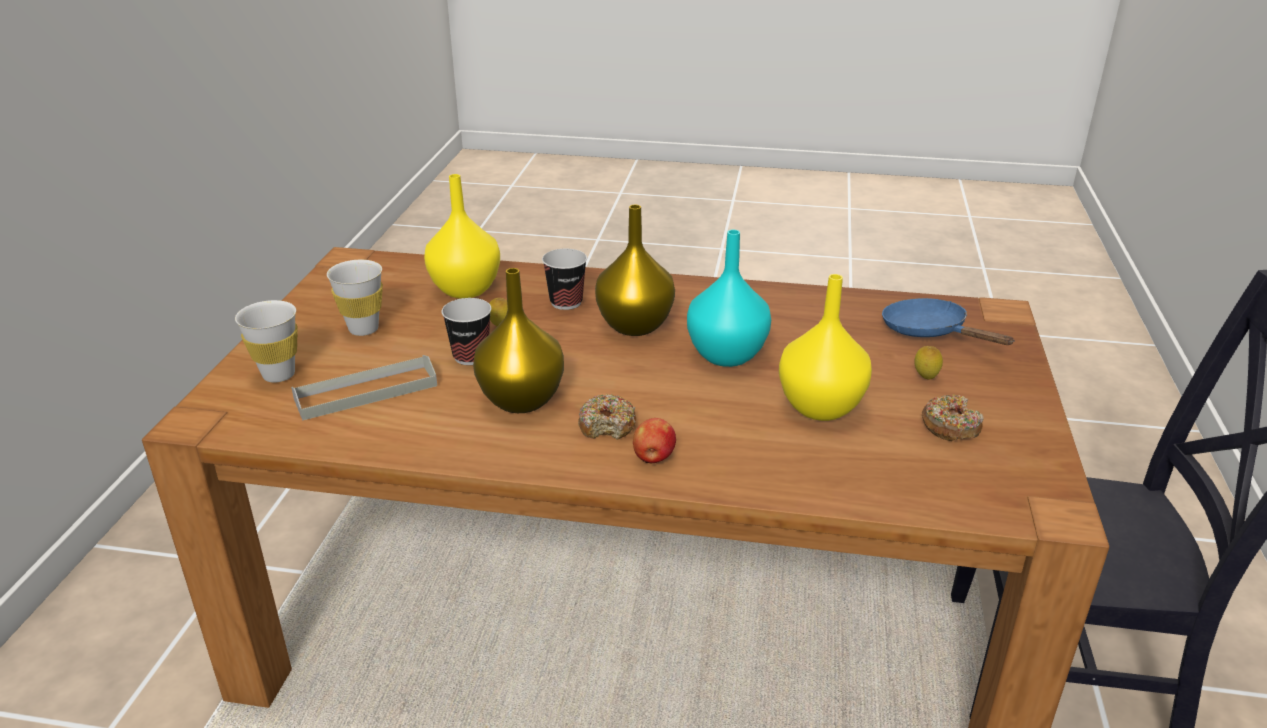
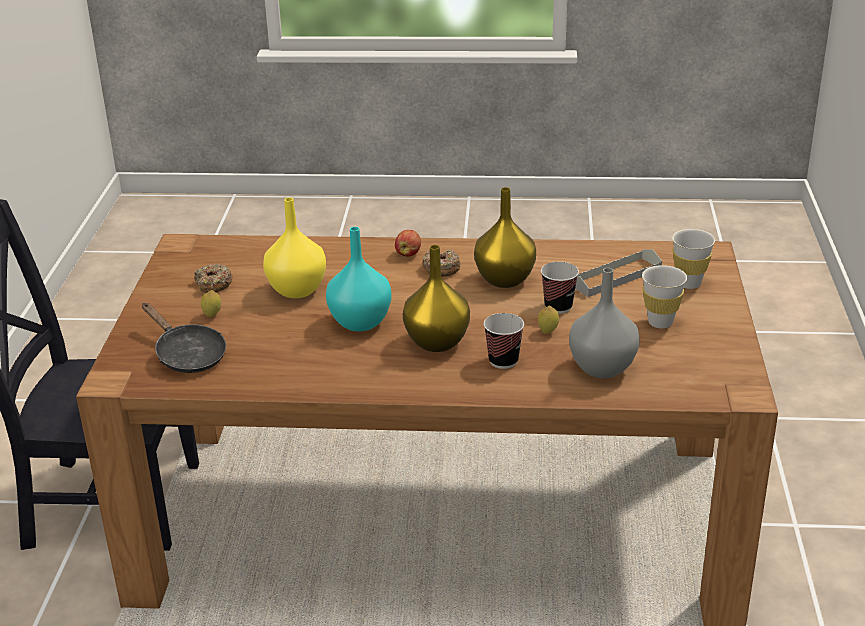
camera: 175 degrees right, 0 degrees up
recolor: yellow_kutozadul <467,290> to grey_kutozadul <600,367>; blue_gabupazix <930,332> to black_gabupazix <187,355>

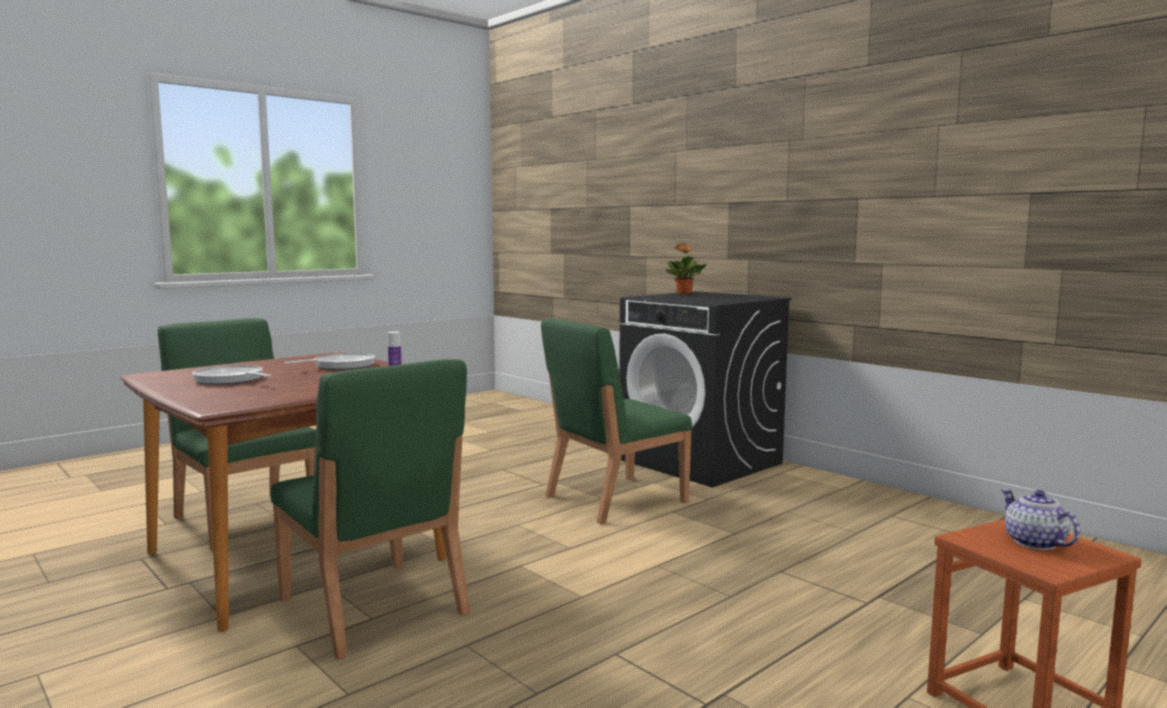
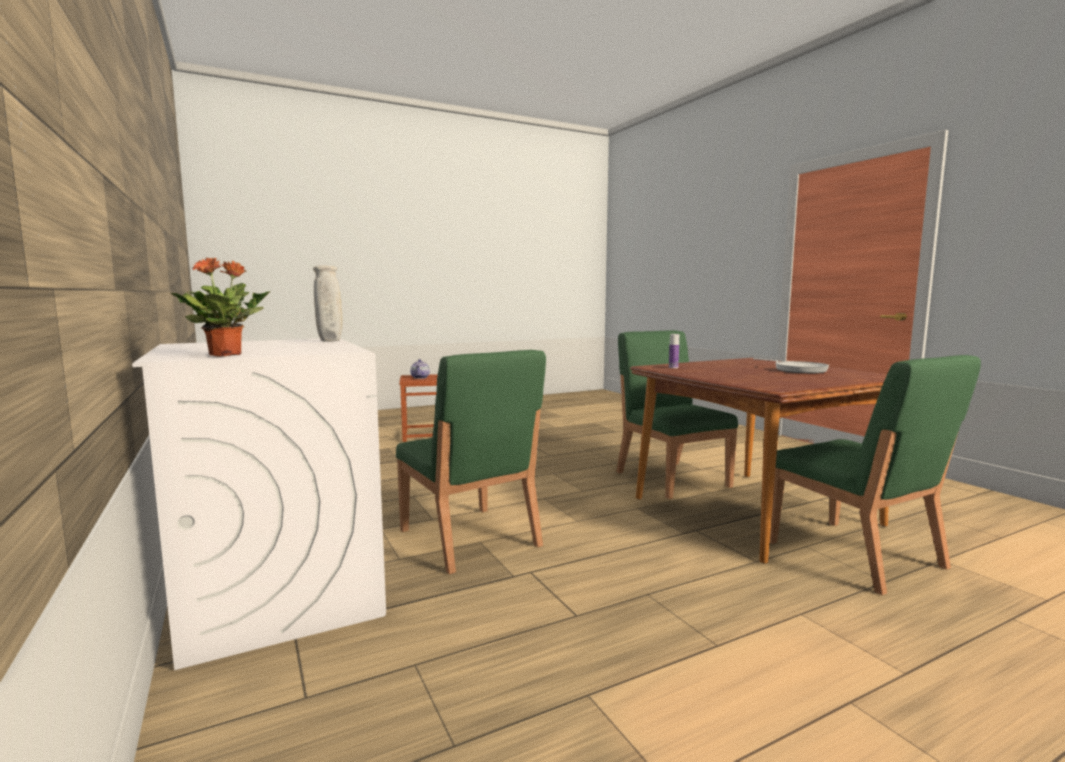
camera: 165 degrees left, 0 degrees up
delete: gabupazix <340,366>
insert: beige_kutozadul <330,341>
recolor: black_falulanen <701,461> to white_falulanen <279,593>
rotate: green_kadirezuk <614,499> = <469,539> 75 degrees clockwise

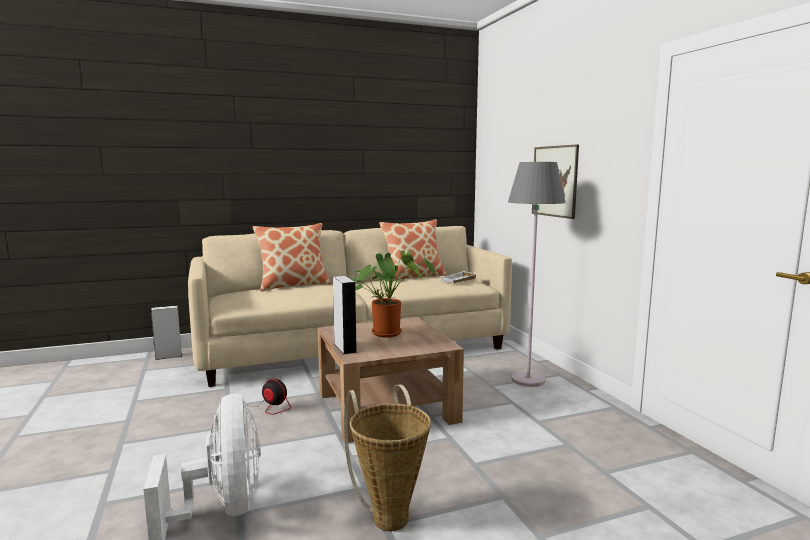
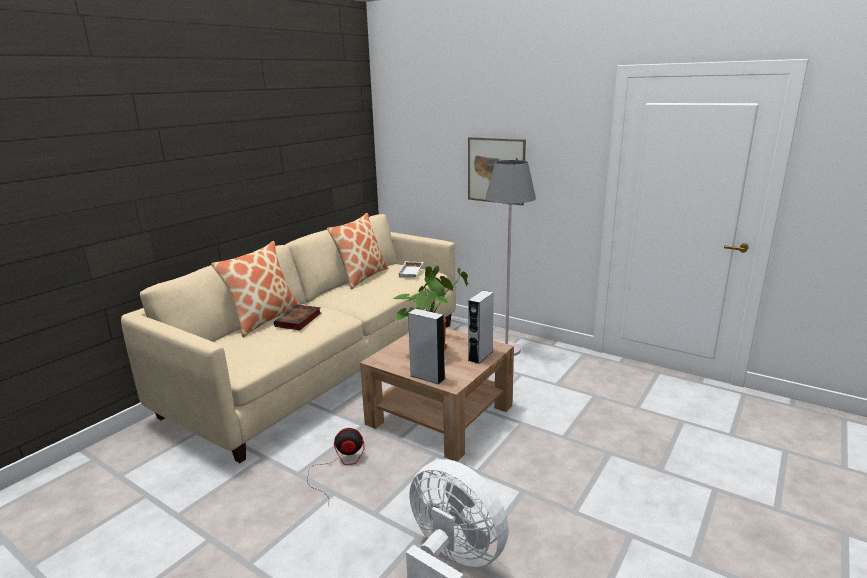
camera: 35 degrees left, 10 degrees up
delete: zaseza <388,514>
insert: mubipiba <298,320>
move: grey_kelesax <168,356> to <480,356>

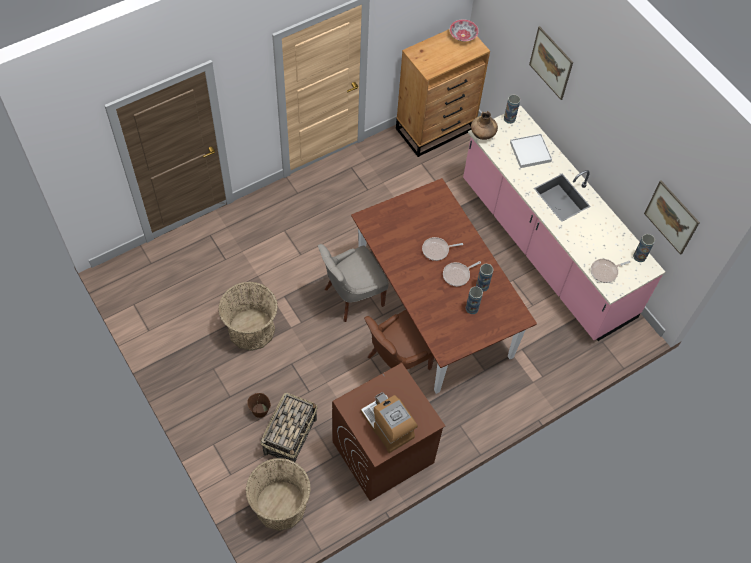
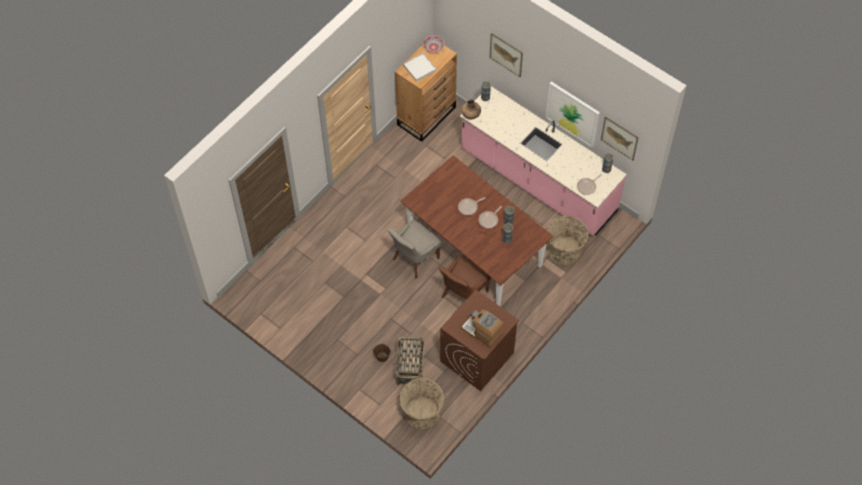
camera: 15 degrees left, 0 degrees up
insert: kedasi <572,114>
move: zaseza <251,329> to <564,251>; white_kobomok <530,152> to <419,68>

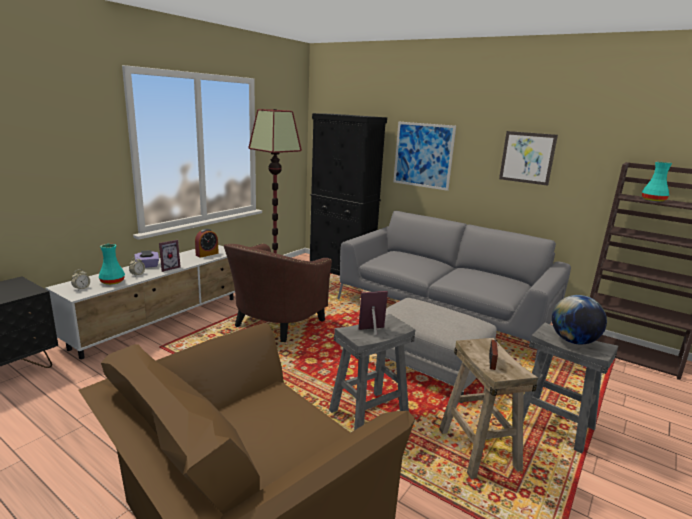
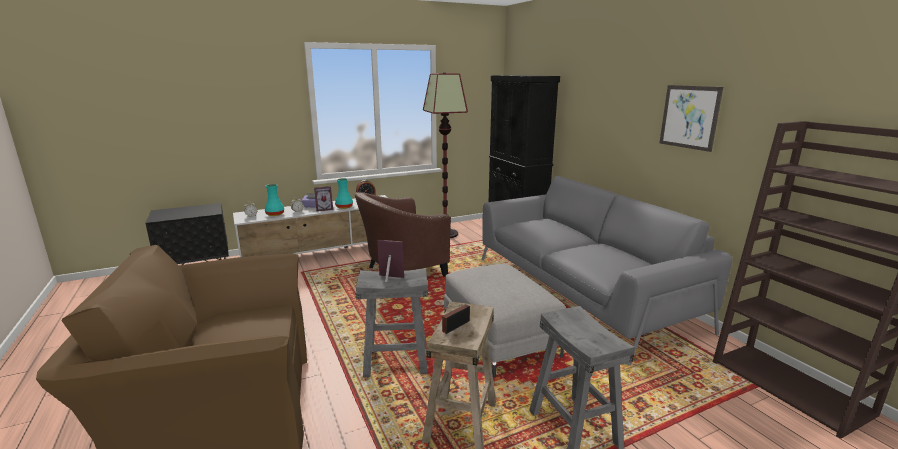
camera: 30 degrees right, 0 degrees up
delete: kedasi <423,155>; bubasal <573,341>
move: turquoise_kutozadul <652,200> to <344,207>

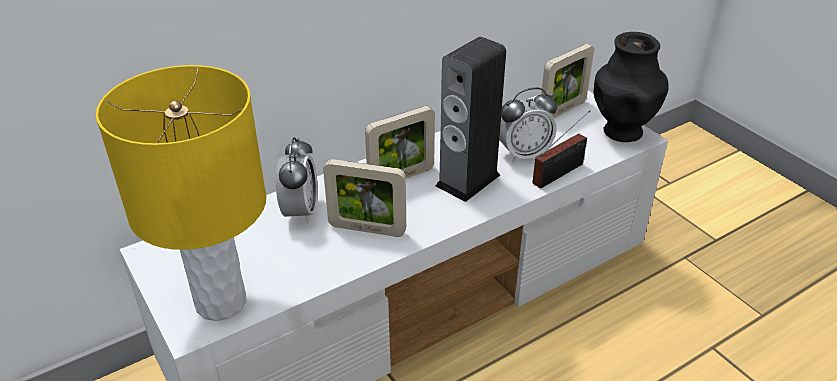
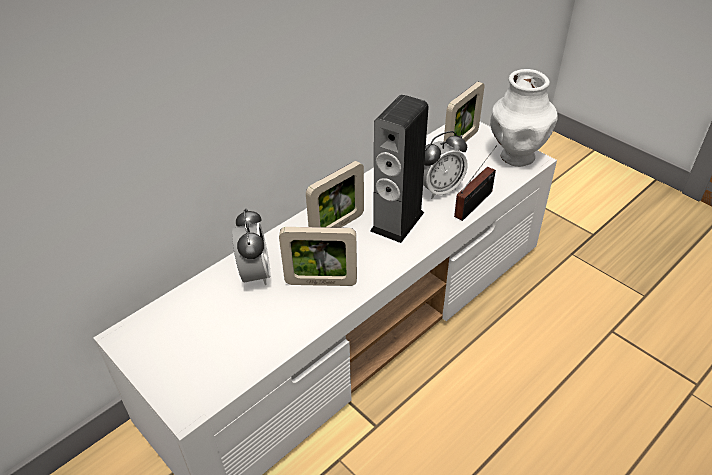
camera: 10 degrees left, 5 degrees up
delete: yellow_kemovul <220,302>
recolor: black_kutozadul <621,132> to white_kutozadul <516,157>

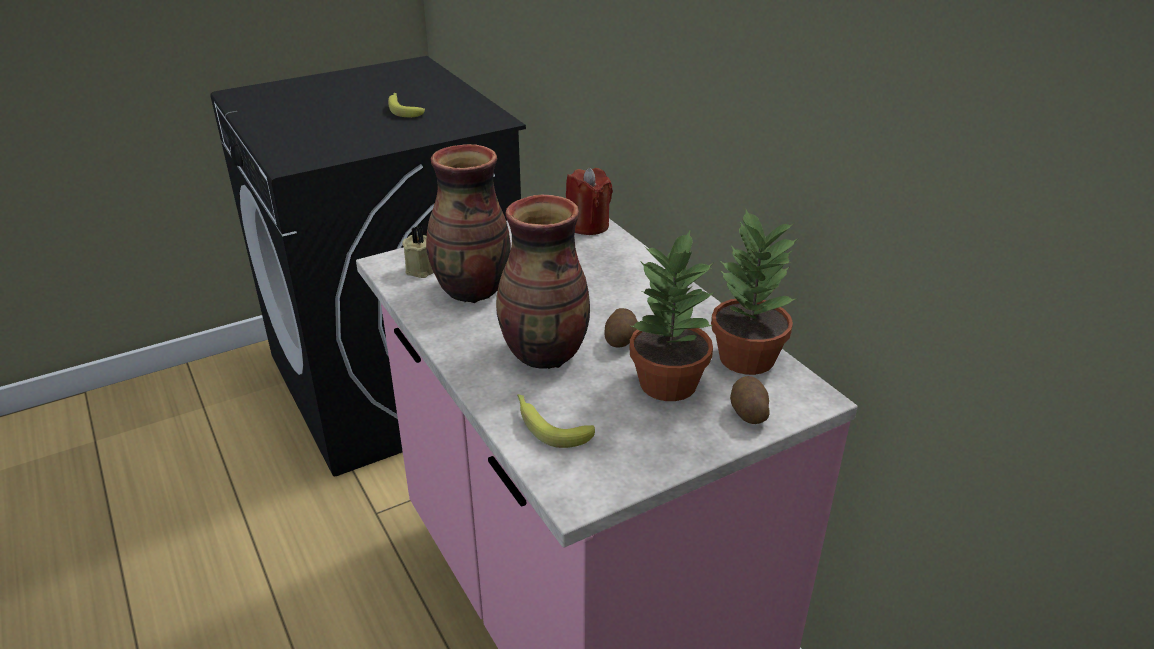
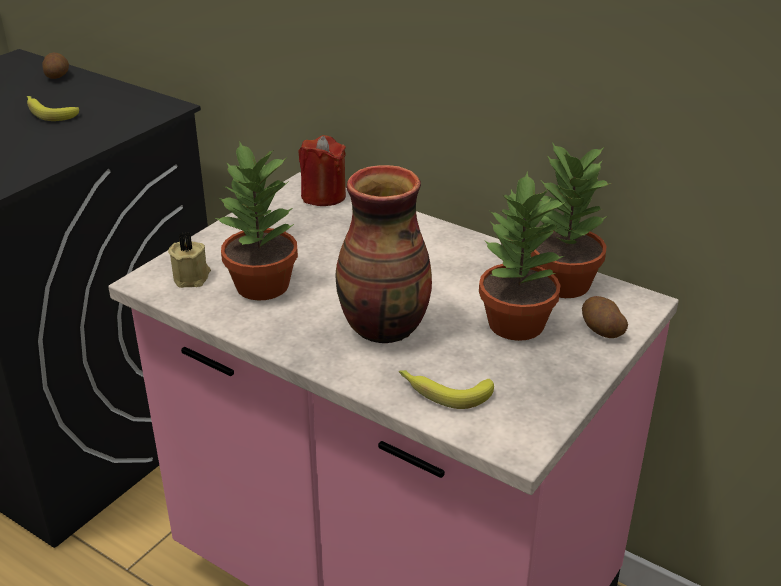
camera: 25 degrees left, 0 degrees up
move: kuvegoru <621,340> to <57,76>
replace: kutozadul <472,290> to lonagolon <262,286>

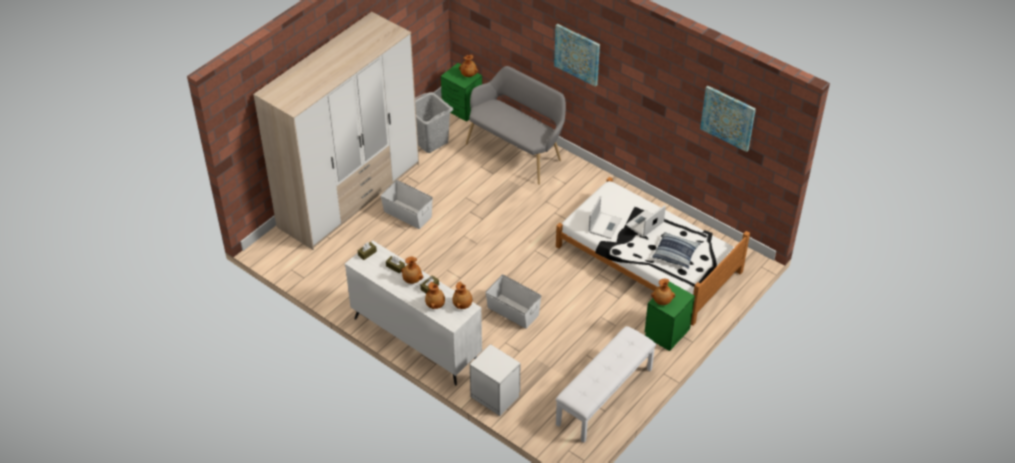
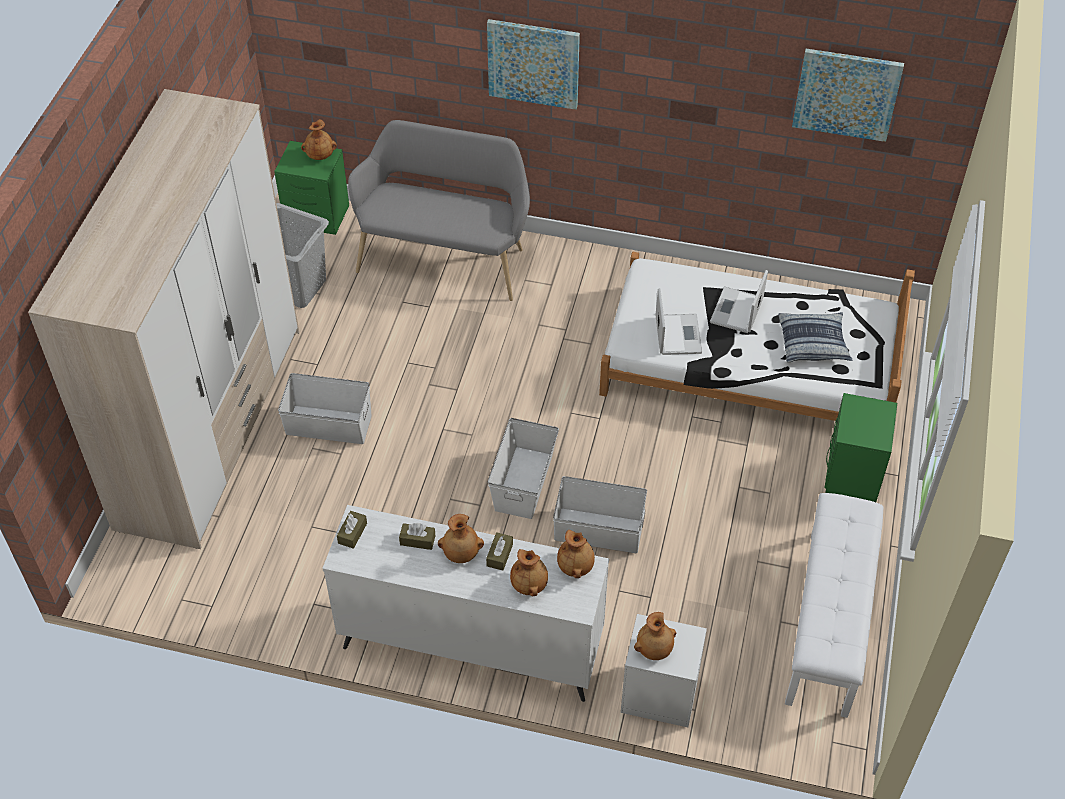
camera: 25 degrees left, 5 degrees up
insert: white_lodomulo <523,482>
move: brown_kutozadul <662,301> to <654,649>

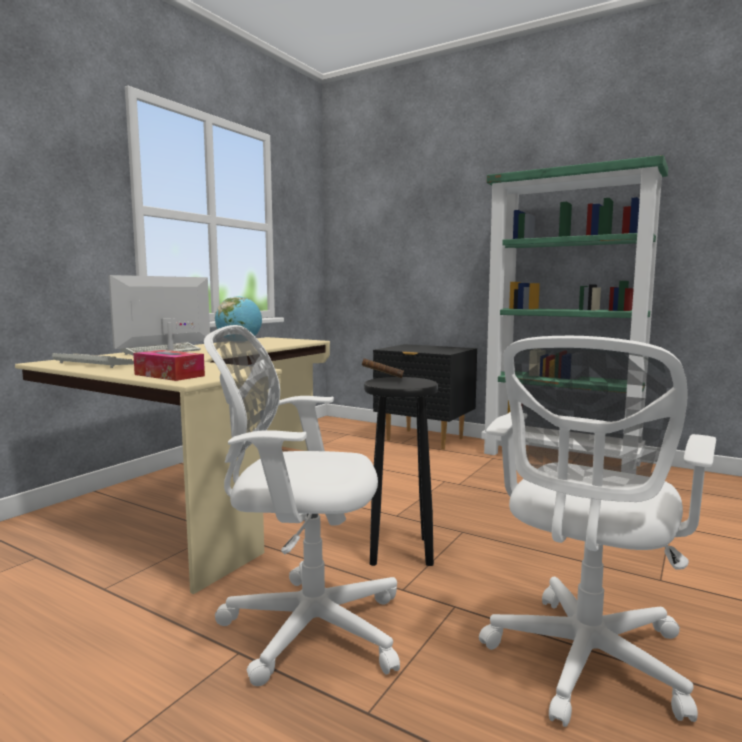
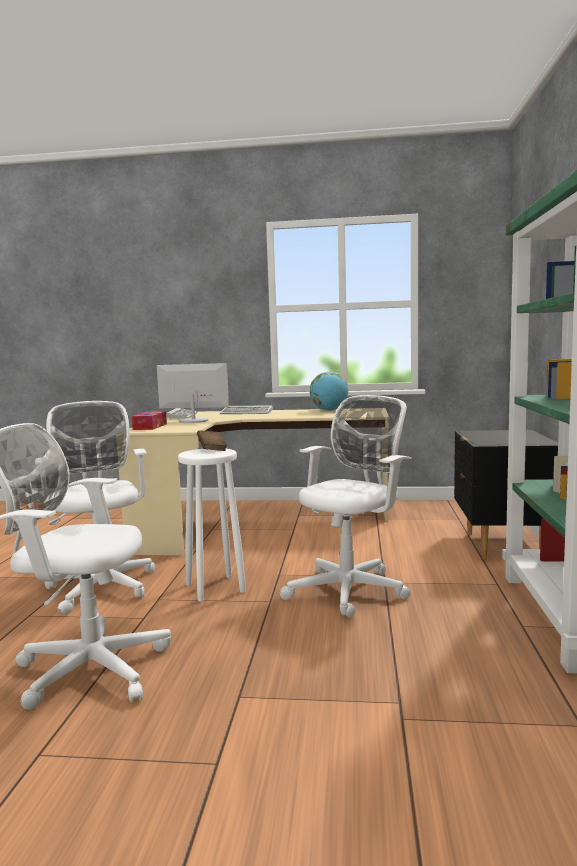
camera: 65 degrees right, 0 degrees up
insert: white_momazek <350,589>
recolor: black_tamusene <400,551> to white_tamusene <214,588>

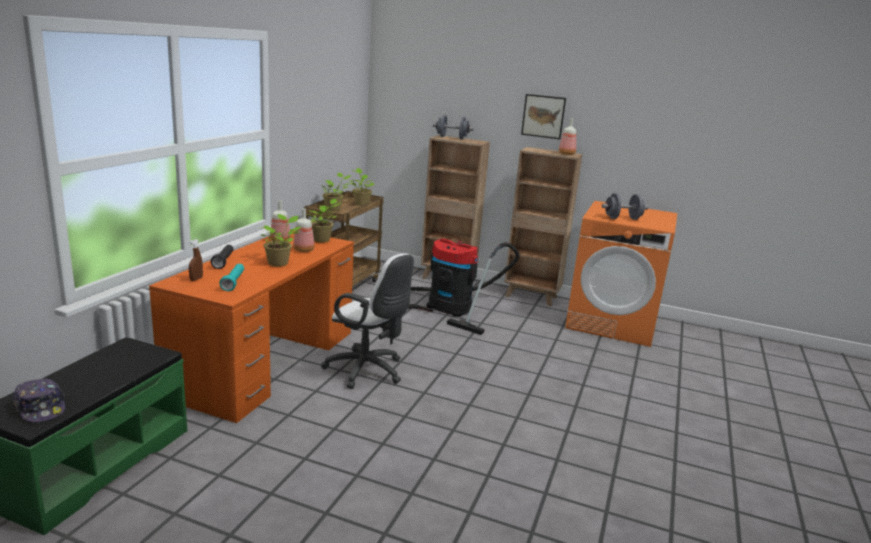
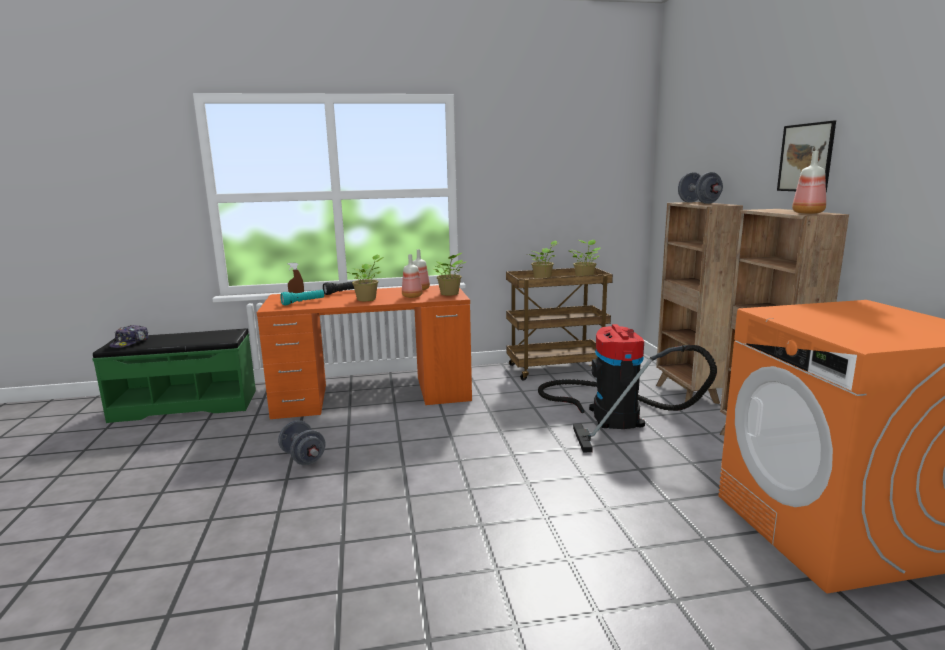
camera: 60 degrees right, 5 degrees down
delete: white_momazek <368,371>
move: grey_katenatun <622,218> to <303,458>

